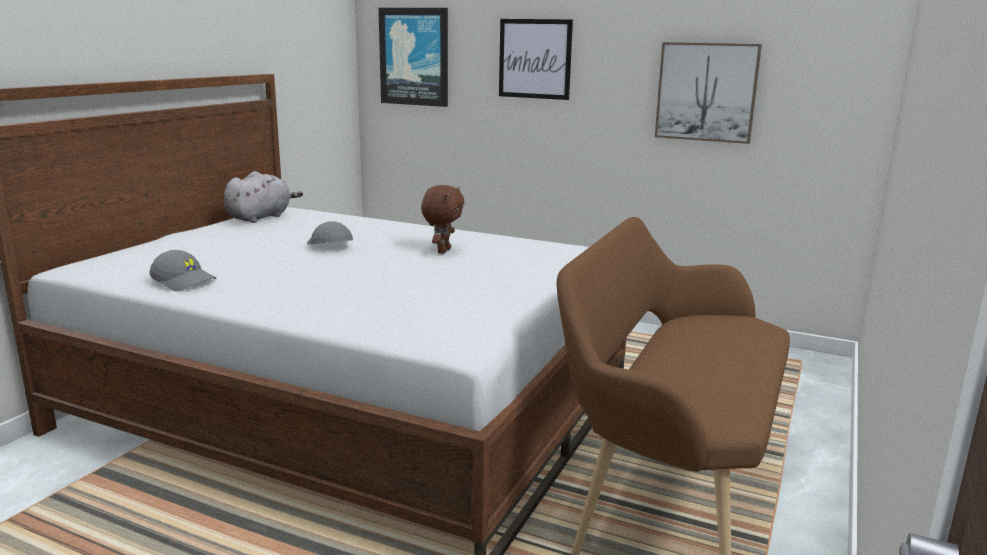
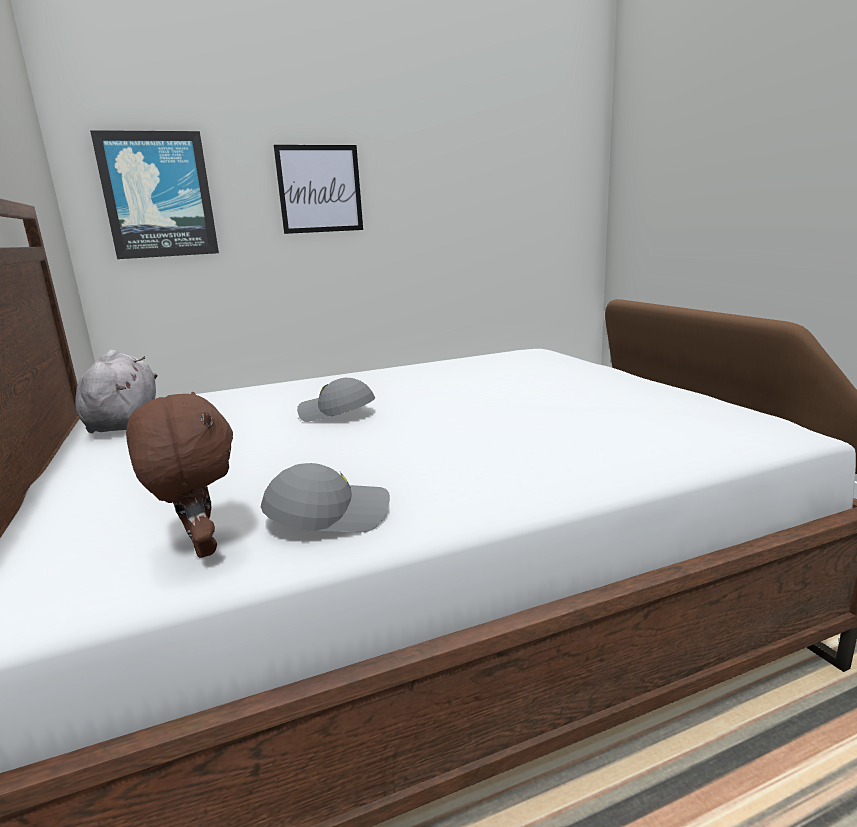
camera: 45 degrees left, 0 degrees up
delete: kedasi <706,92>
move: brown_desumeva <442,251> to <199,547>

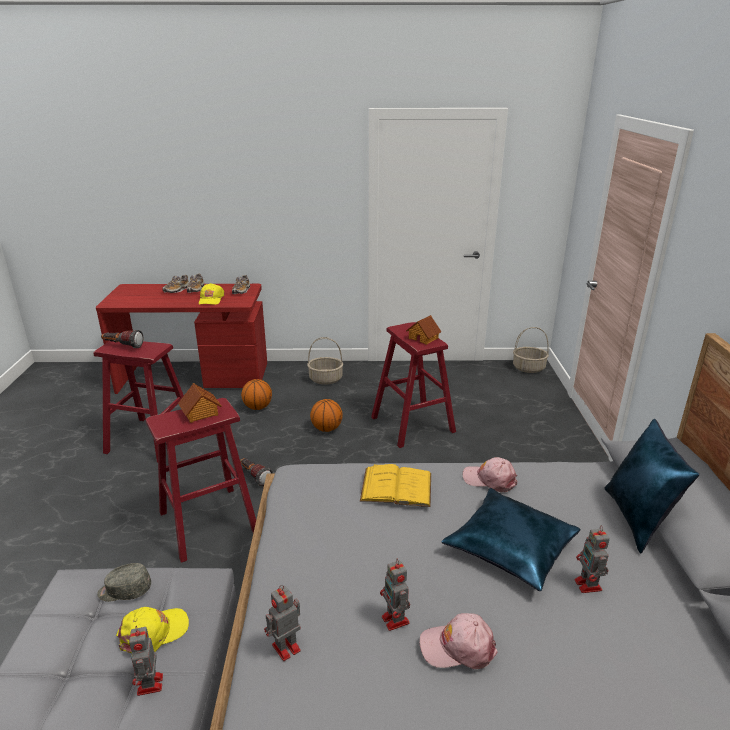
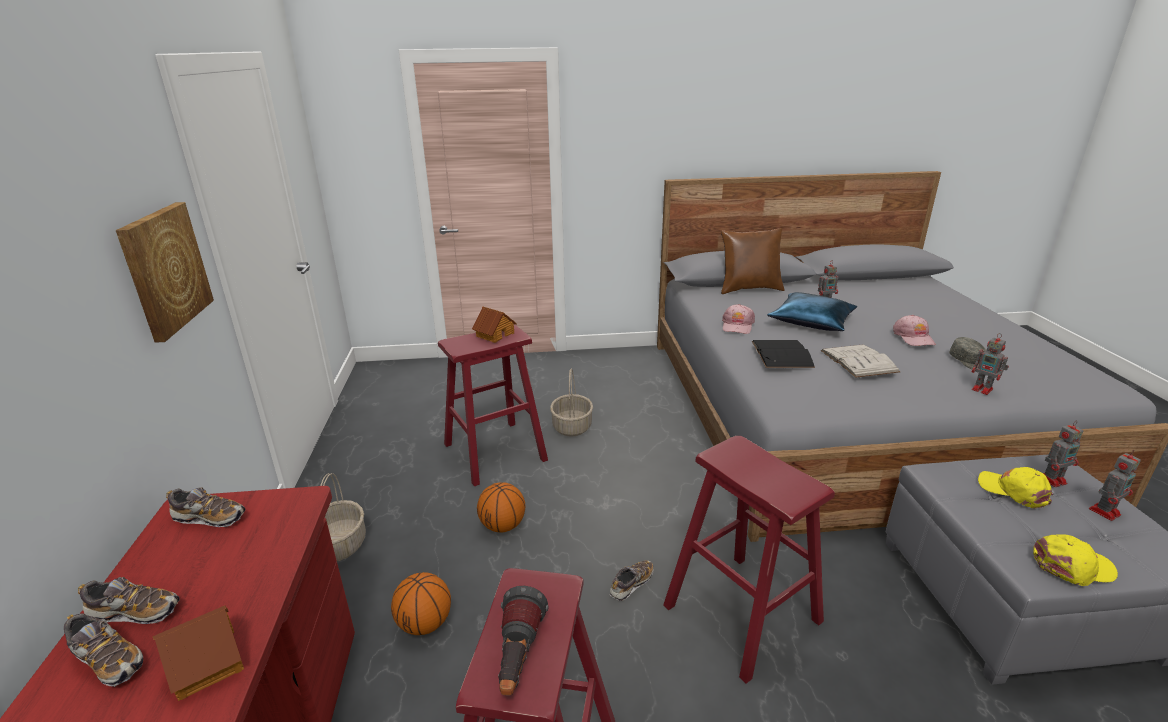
camera: 95 degrees left, 0 degrees up
insert: kedasi <165,269>; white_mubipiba <859,361>
move: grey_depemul <125,590> to <968,362>; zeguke <200,413> to <208,662>; yellow_depemul <211,299> to <1072,566>; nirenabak <396,621> to <1105,511>; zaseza <528,368> to <572,427>
replace: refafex <254,477> to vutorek <631,584>
recolor: yellow_mubipiba <396,487> to black_mubipiba <782,354>; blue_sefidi <638,519> to brown_sefidi <749,289>

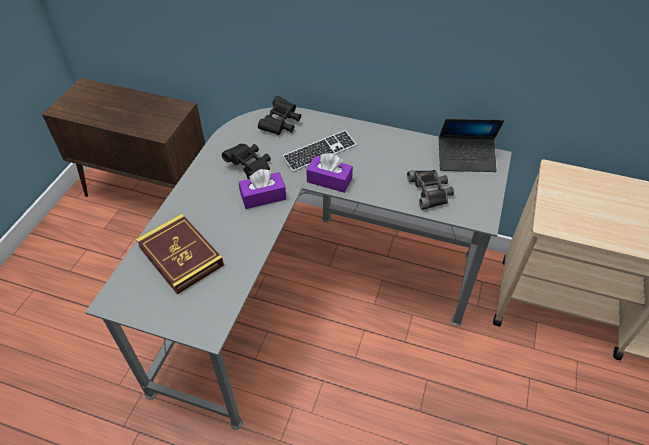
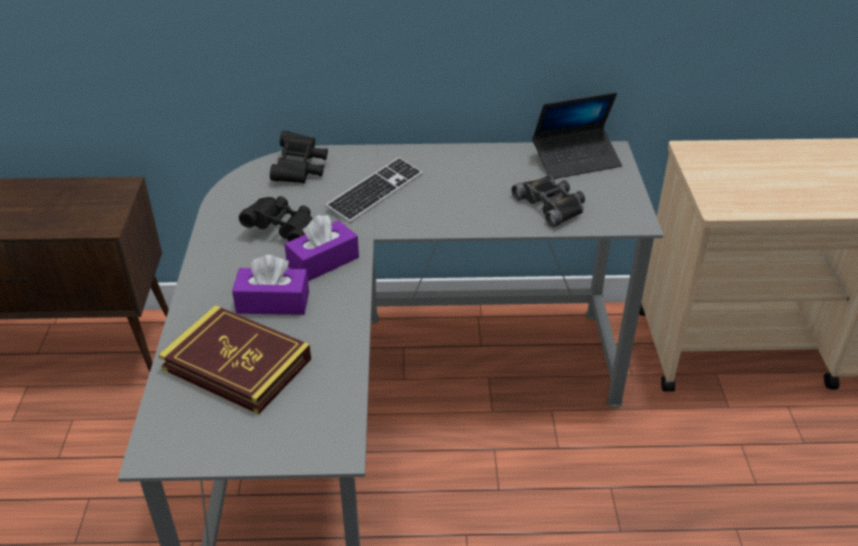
camera: 20 degrees left, 10 degrees down
move: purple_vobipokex <329,180> to <273,302>

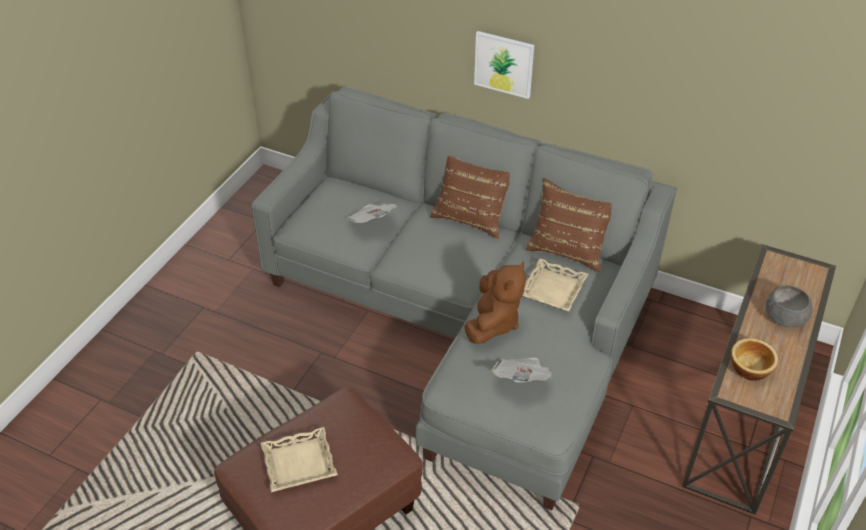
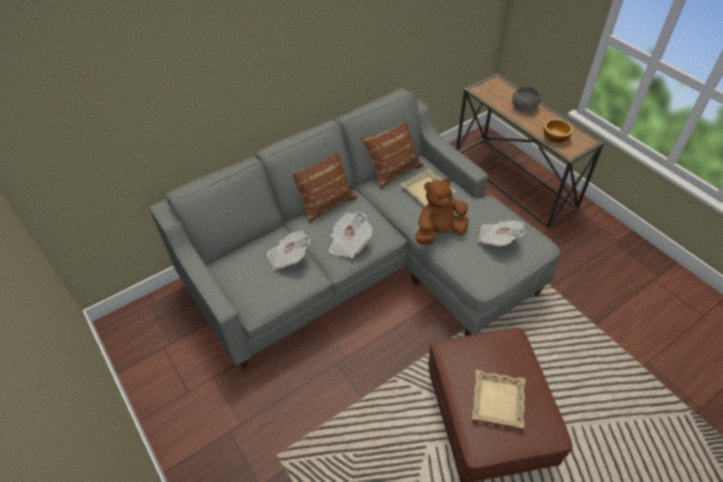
camera: 60 degrees left, 5 degrees up
delete: kedasi <504,64>
insert: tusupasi <349,243>
rotate: brown_desumeva <493,323> = <439,232> 75 degrees counterclockwise

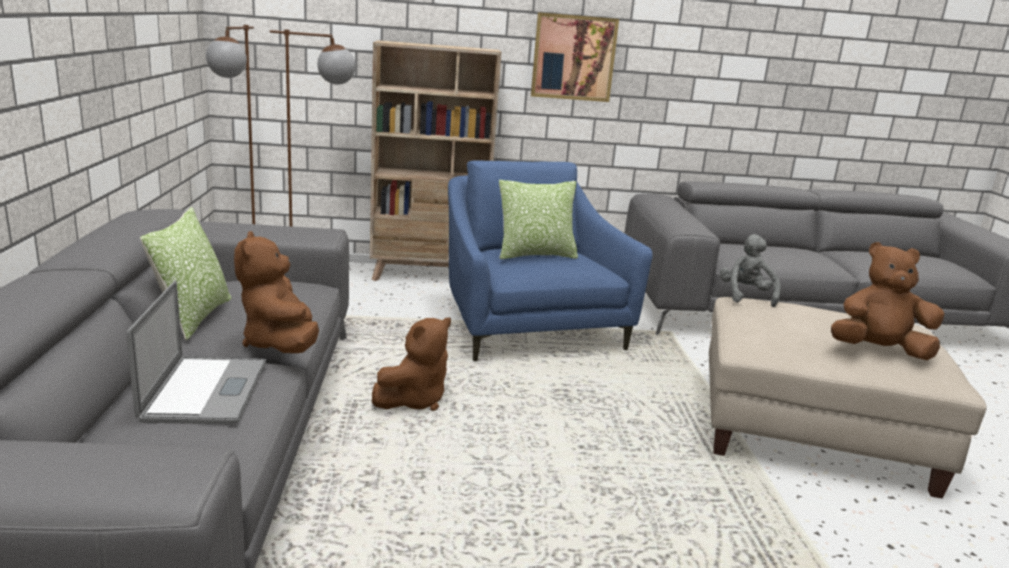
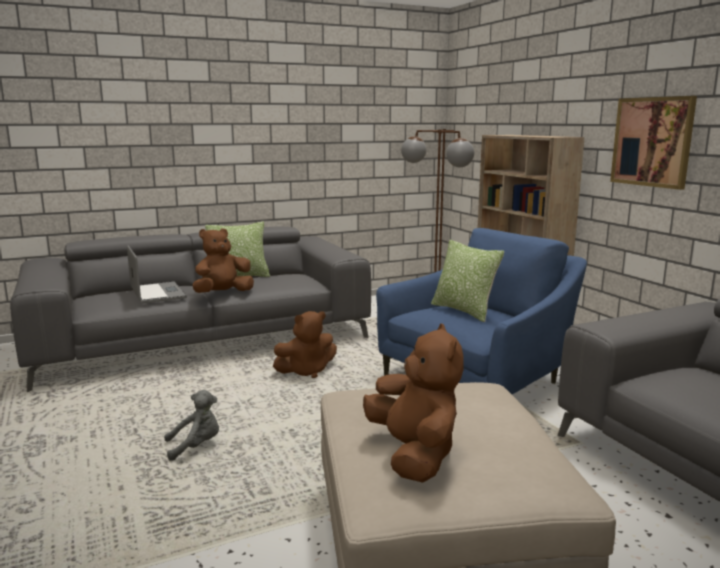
camera: 70 degrees right, 5 degrees down
move: grey_desumeva <746,296> to <196,446>
rotate: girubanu <205,390> = <157,293> 90 degrees counterclockwise; brown_desumeva <414,400> = <306,371> 45 degrees counterclockwise

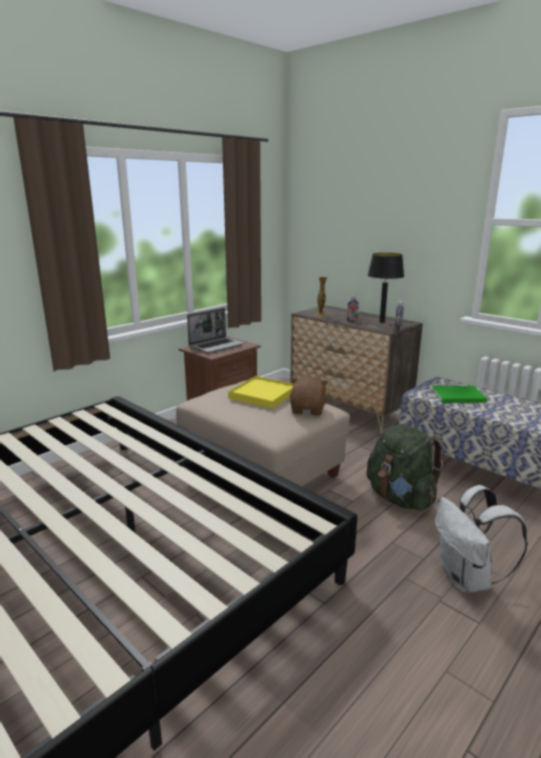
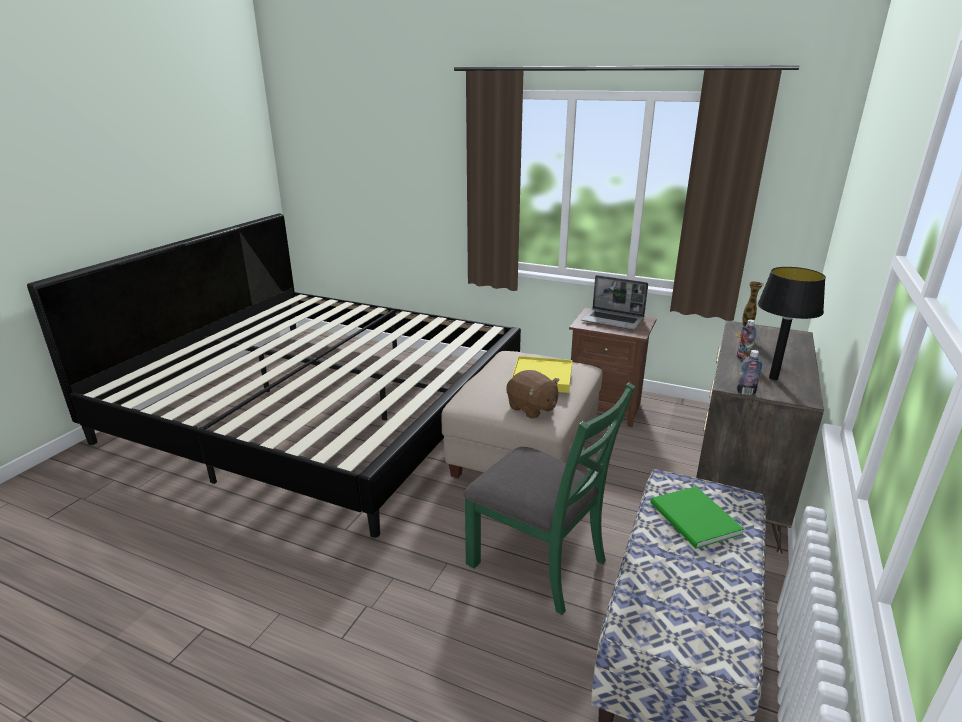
camera: 70 degrees right, 5 degrees up
delete: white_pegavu <467,579>
replace: green_pegavu <400,498> to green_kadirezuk <538,562>
rotate: brown_desumeva <308,410> = <532,408> 60 degrees clockwise

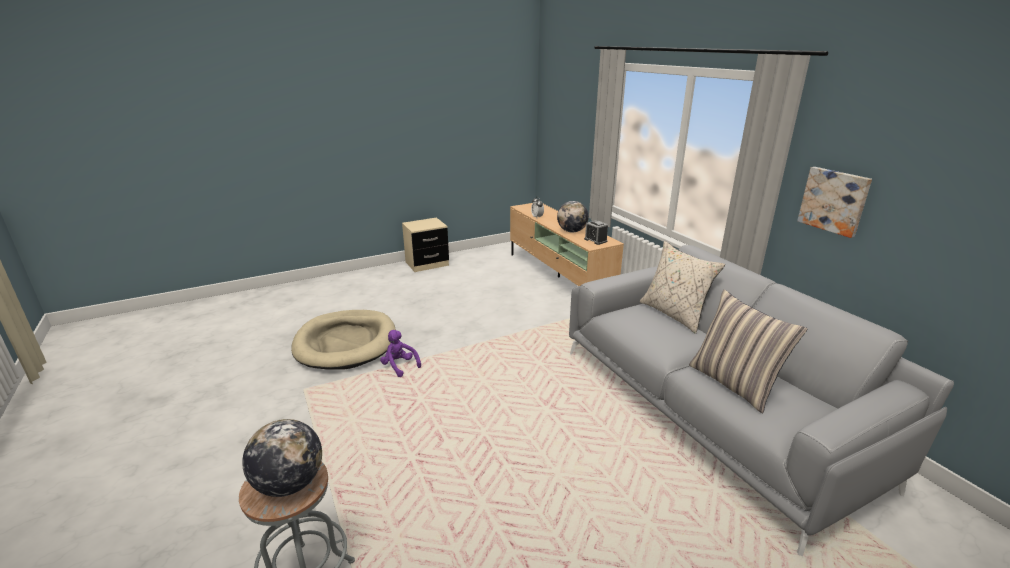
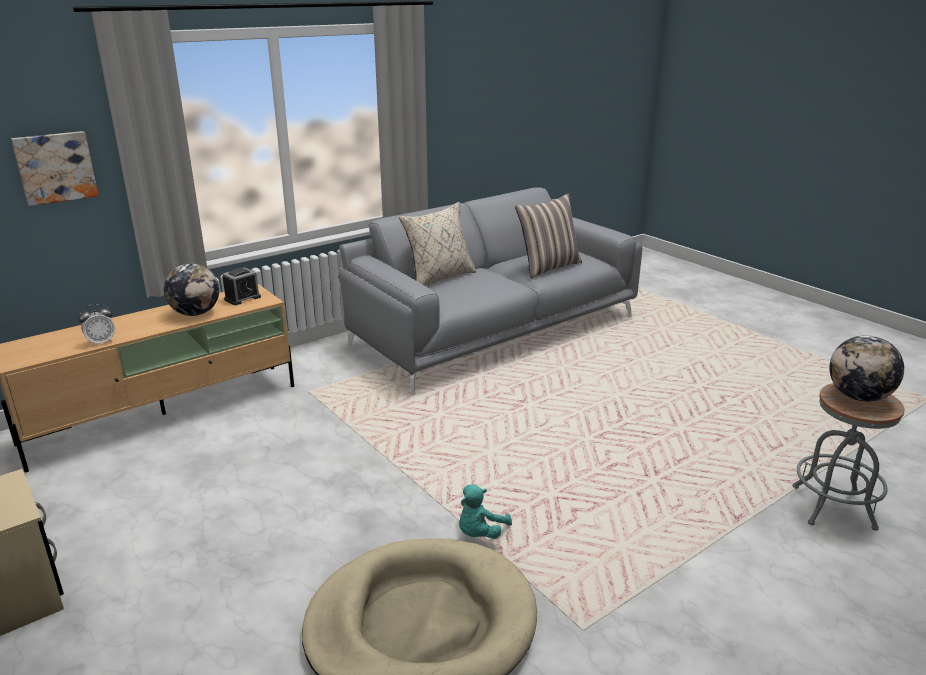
camera: 100 degrees left, 0 degrees up
move: kedasi <834,201> to <55,167>
recolor: purple_desumeva <399,366> to turquoise_desumeva <480,533>

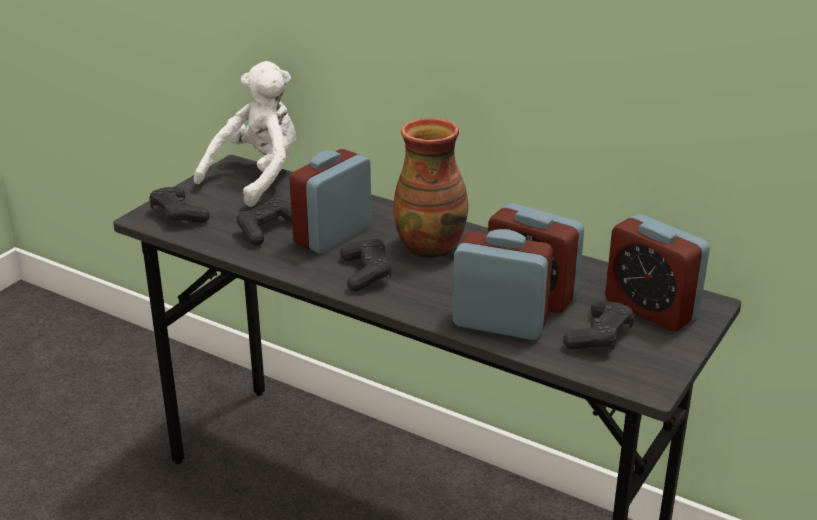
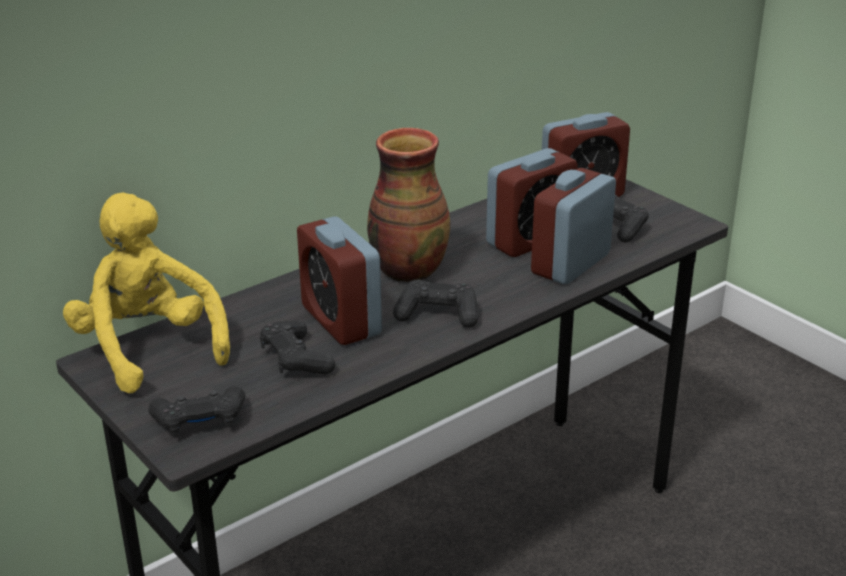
camera: 70 degrees left, 0 degrees up
recolor: white_desumeva <257,177> to yellow_desumeva <148,348>

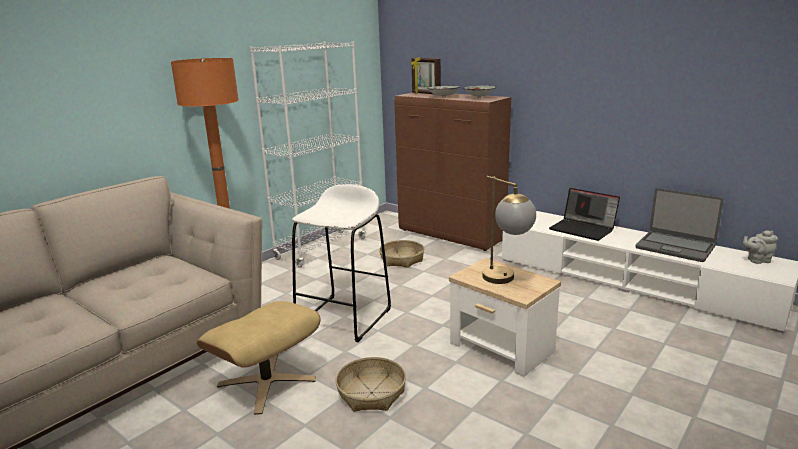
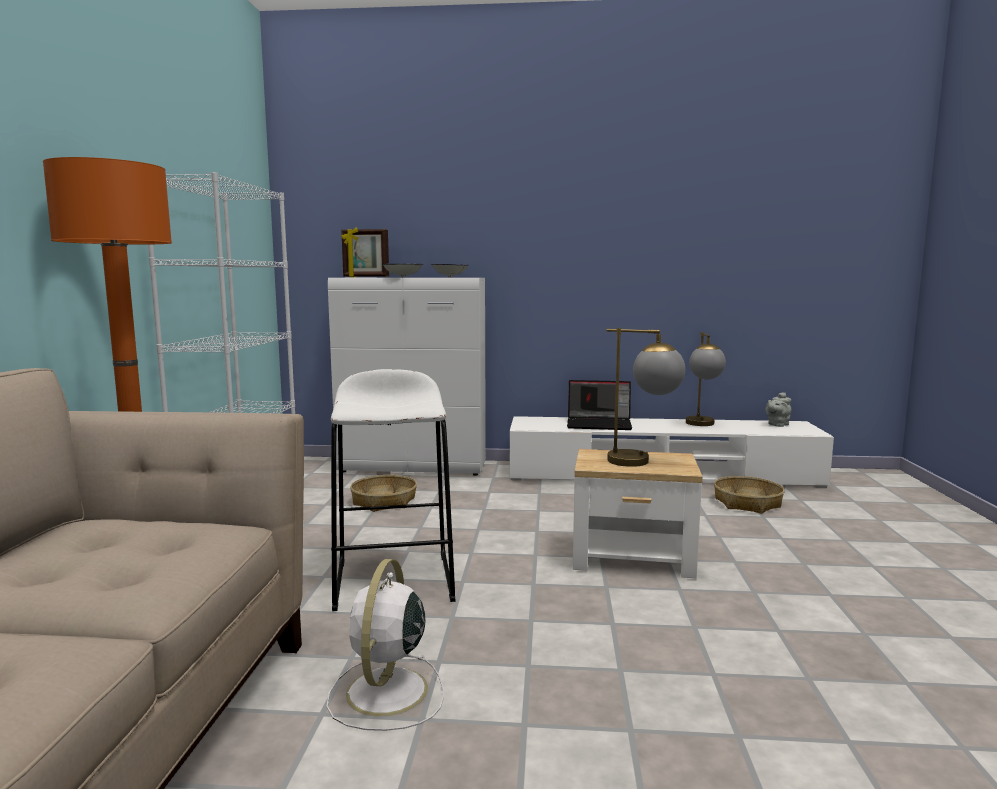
camera: 35 degrees left, 10 degrees down
move: zaseza <372,393> to <747,503>
replace: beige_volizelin <267,382> to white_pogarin <386,693>; girubanu <675,247> to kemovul <702,425>
recolor: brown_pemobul <451,235> to white_pemobul <414,468>

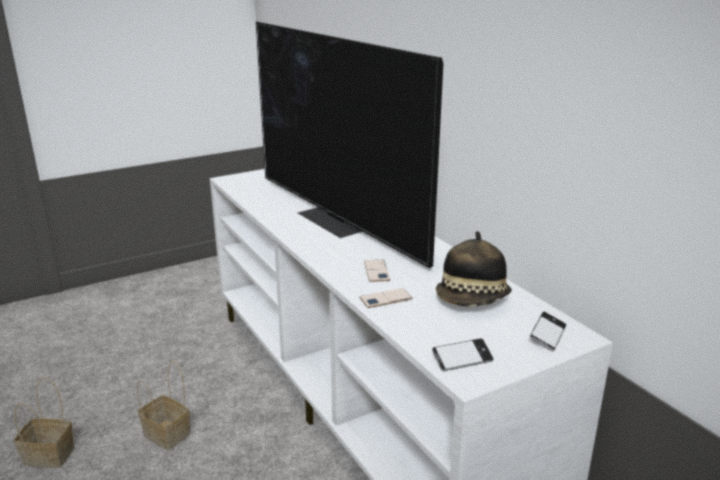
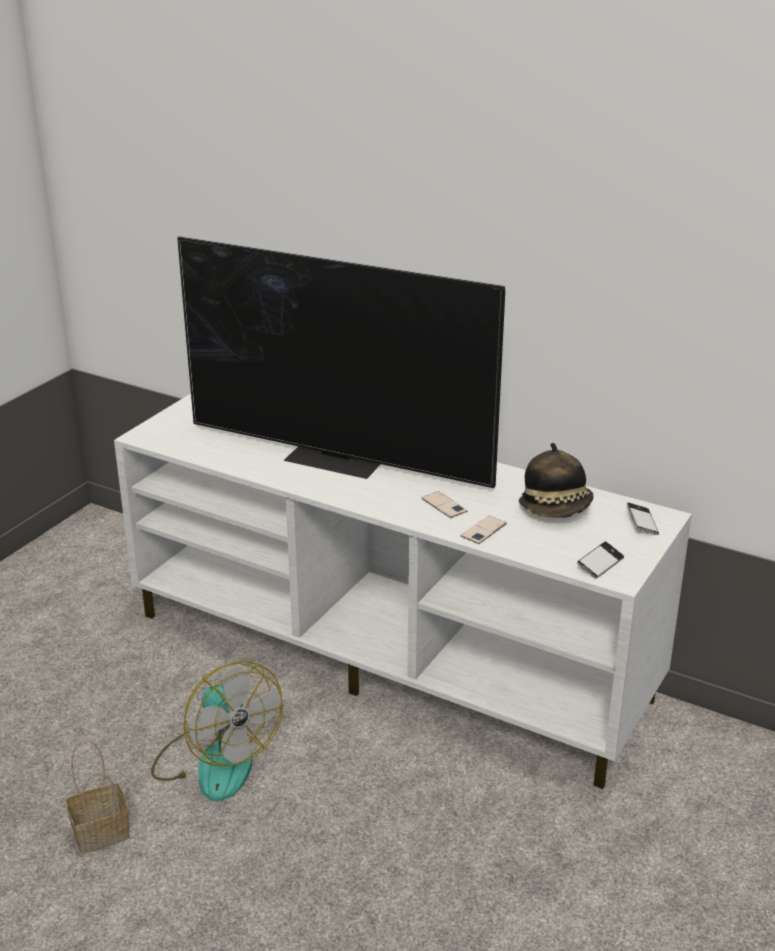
camera: 30 degrees left, 5 degrees up
replace: zaseza <168,434> to pogarin <215,761>

